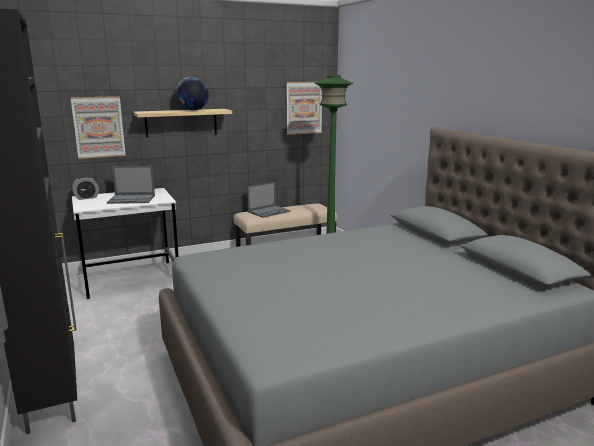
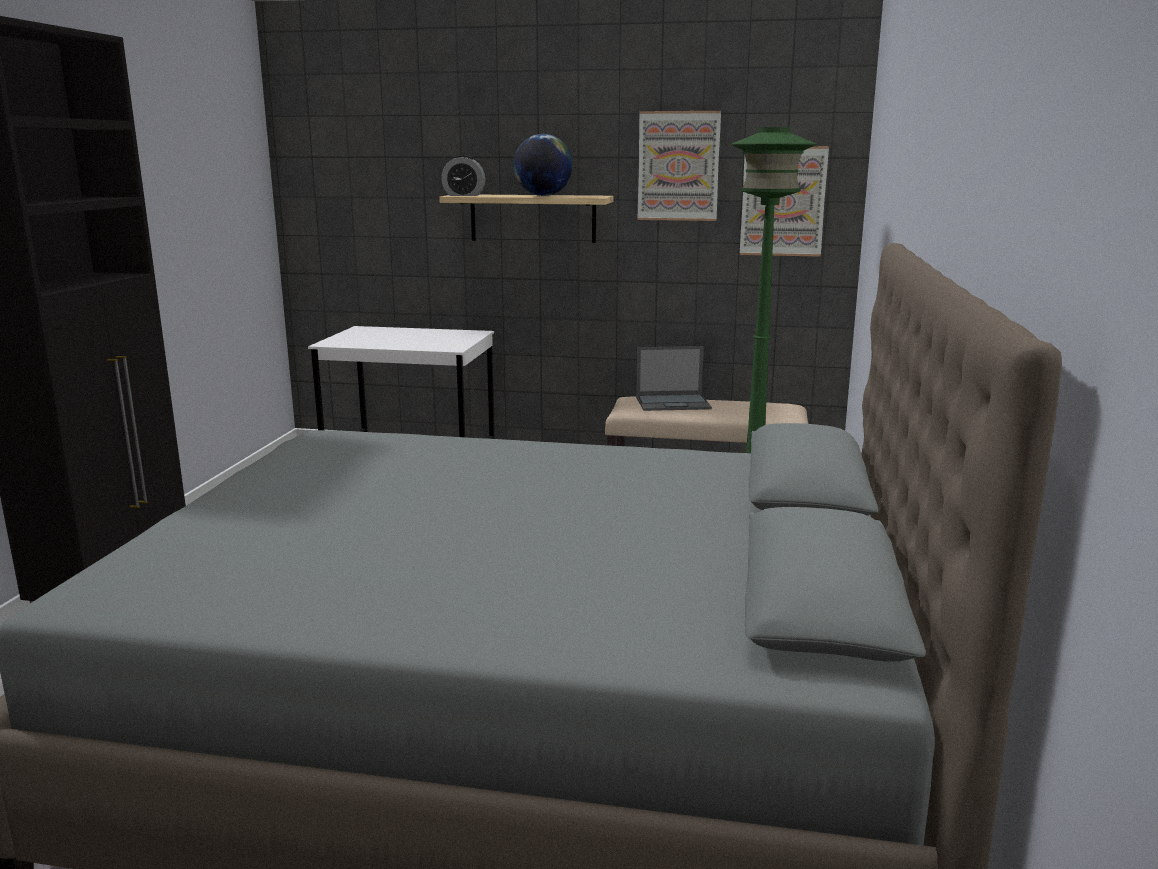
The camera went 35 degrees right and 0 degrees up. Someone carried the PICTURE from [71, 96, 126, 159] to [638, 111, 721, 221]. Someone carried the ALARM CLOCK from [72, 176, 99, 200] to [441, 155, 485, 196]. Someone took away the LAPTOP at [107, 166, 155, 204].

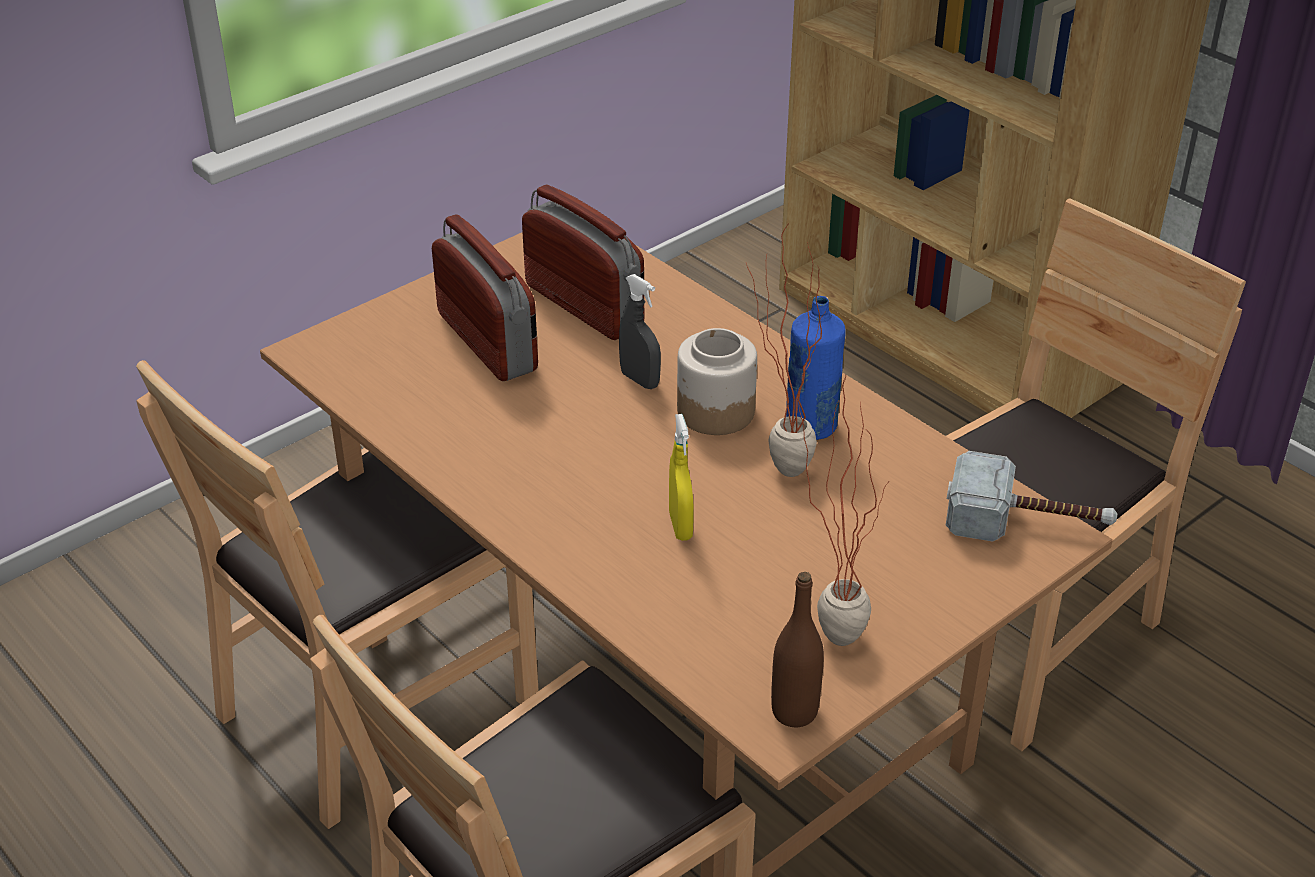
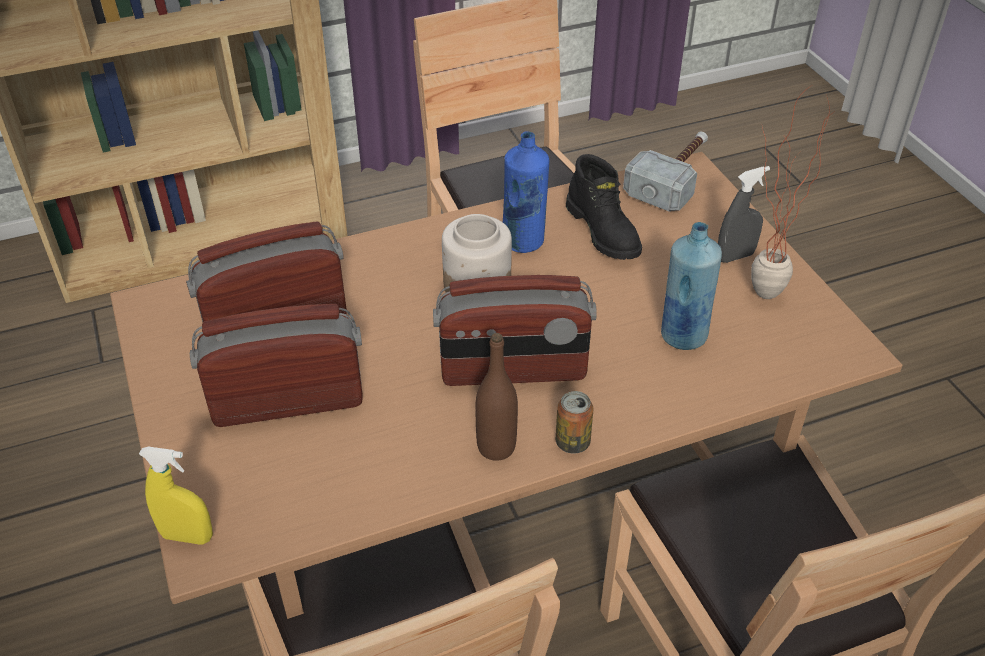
The camera went 70 degrees left and 5 degrees up. Someone carried the GREY SPRAY BOTTLE from [619, 274, 661, 389] to [718, 166, 770, 263]. Someone carried the YELLOW SPRAY BOTTLE from [669, 414, 694, 541] to [139, 447, 213, 545]. Someone took away the POTTED PLANT at [746, 223, 825, 477]. Someone carried the BROWN BOTTLE from [771, 572, 824, 727] to [475, 333, 518, 461]. Someone put down the RADIO at [433, 275, 597, 386]. Someone put down the CAN at [556, 391, 593, 454]. Someone put down the BLACK BOOT at [566, 154, 642, 260]. Someone put down the BLUE BOTTLE at [661, 222, 722, 350].

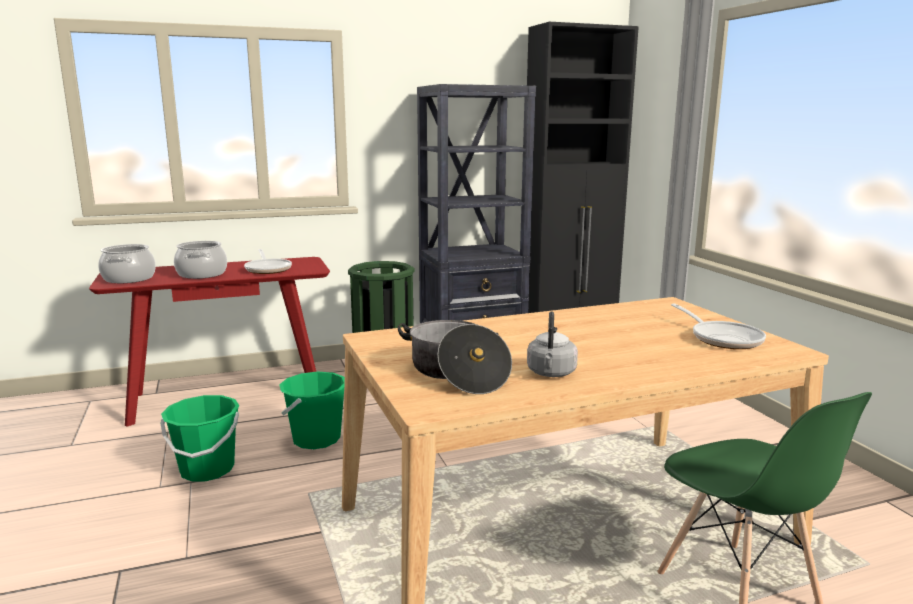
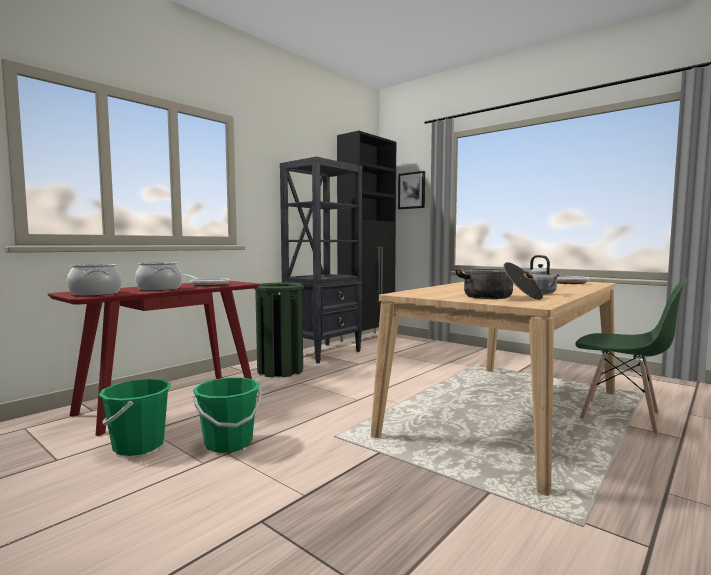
The camera went 30 degrees left and 10 degrees down. Someone carried the GREEN BUCKET from [279, 372, 345, 449] to [99, 379, 171, 456]. Someone put up the PICTURE at [398, 171, 425, 209].

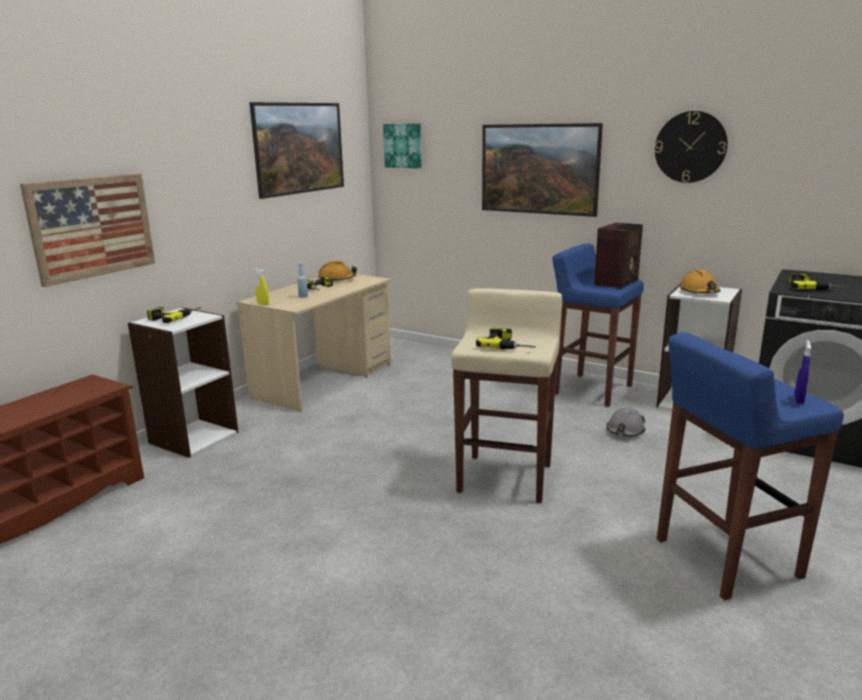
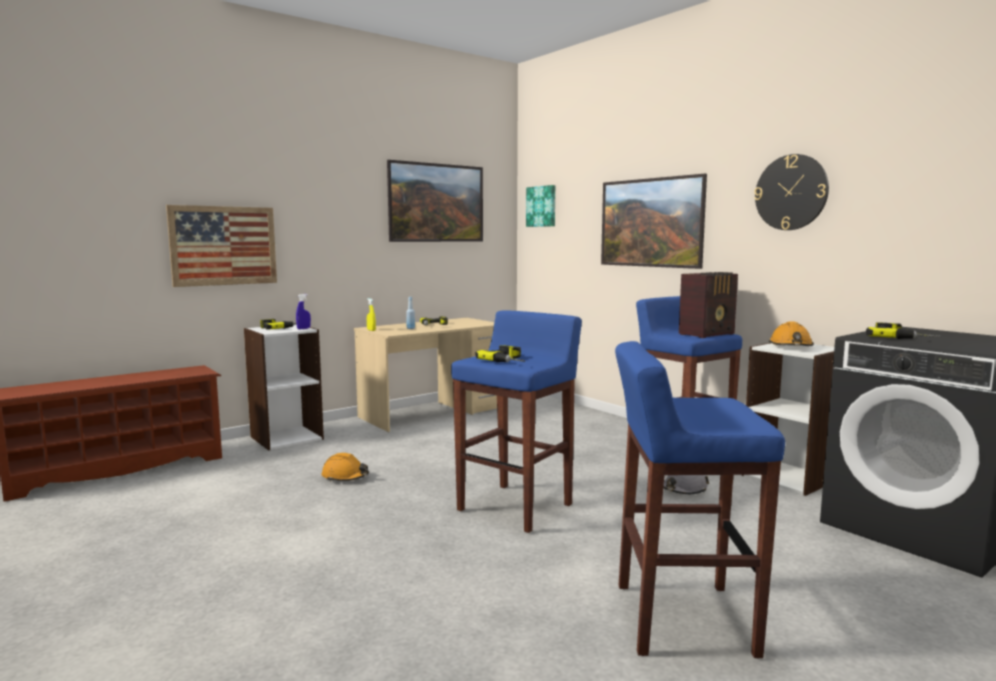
The camera went 20 degrees right and 10 degrees down. Someone carried the ORANGE HARD HAT from [318, 261, 357, 281] to [322, 453, 369, 482]. Someone repainted the BEIGE STOOL at [451, 288, 562, 503], which became the BLUE STOOL at [451, 310, 582, 533]. Someone carried the BLUE SPRAY BOTTLE from [794, 340, 811, 404] to [296, 294, 311, 330].

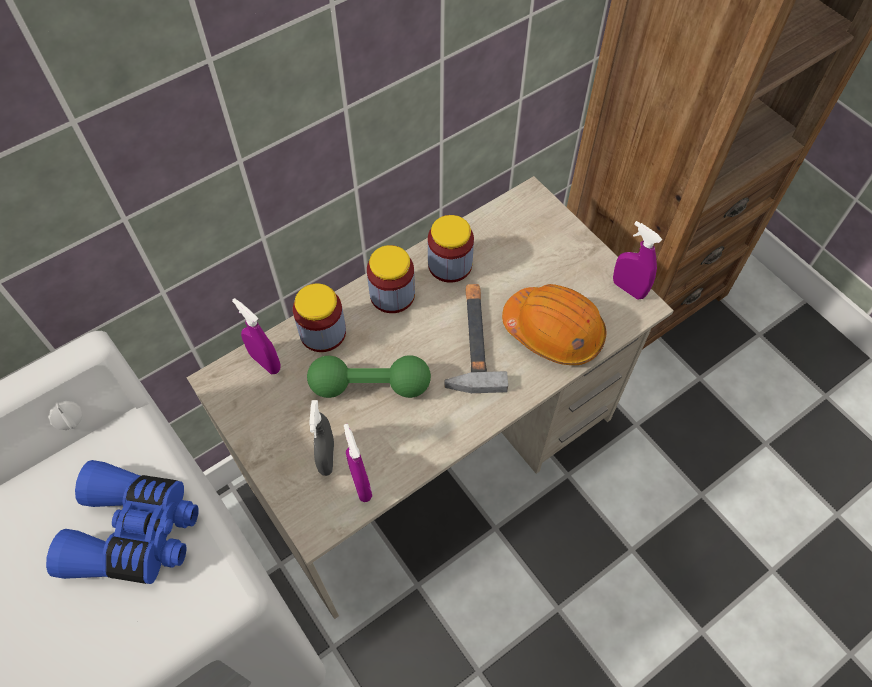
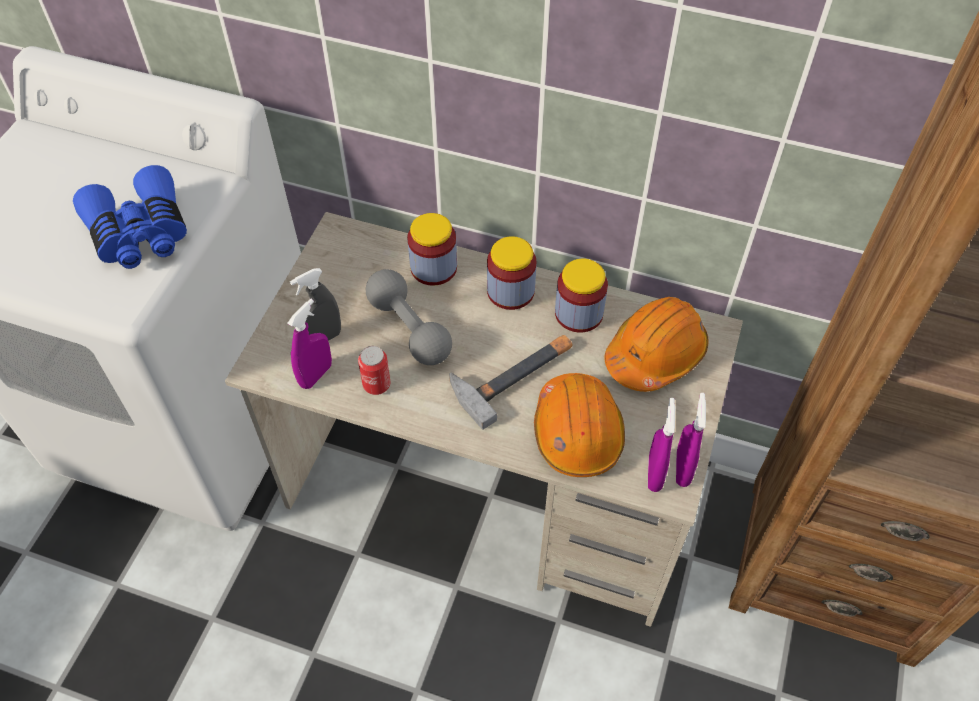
The camera went 55 degrees right and 5 degrees down. Someone carried the PURPLE SPRAY BOTTLE from [232, 298, 281, 374] to [648, 398, 675, 492]. Someone repainted the GREEN DUMBBELL at [307, 355, 431, 398], which became the GREY DUMBBELL at [366, 269, 452, 365]. Someone put down the CAN at [358, 346, 391, 395]. Someone put down the ORANGE HARD HAT at [605, 297, 709, 392].

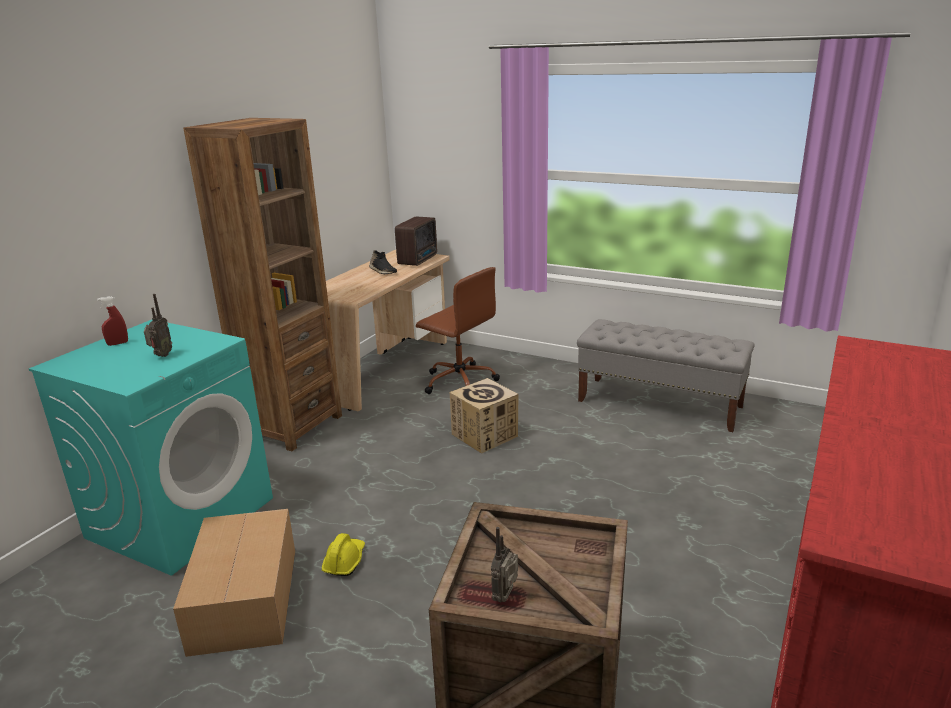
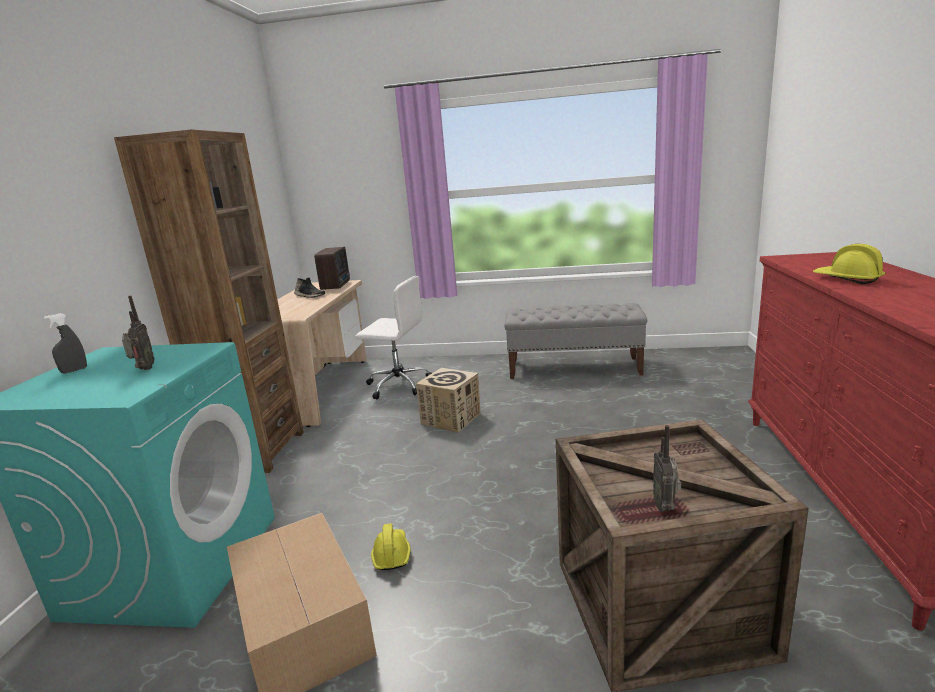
The camera went 20 degrees left and 5 degrees down. Someone repainted the RED SPRAY BOTTLE at [97, 296, 128, 346], which became the GREY SPRAY BOTTLE at [44, 313, 87, 374]. Someone repainted the BROWN OFFICE CHAIR at [416, 267, 500, 394], which became the WHITE OFFICE CHAIR at [355, 276, 432, 399]. Someone put down the YELLOW HARD HAT at [813, 244, 885, 284].

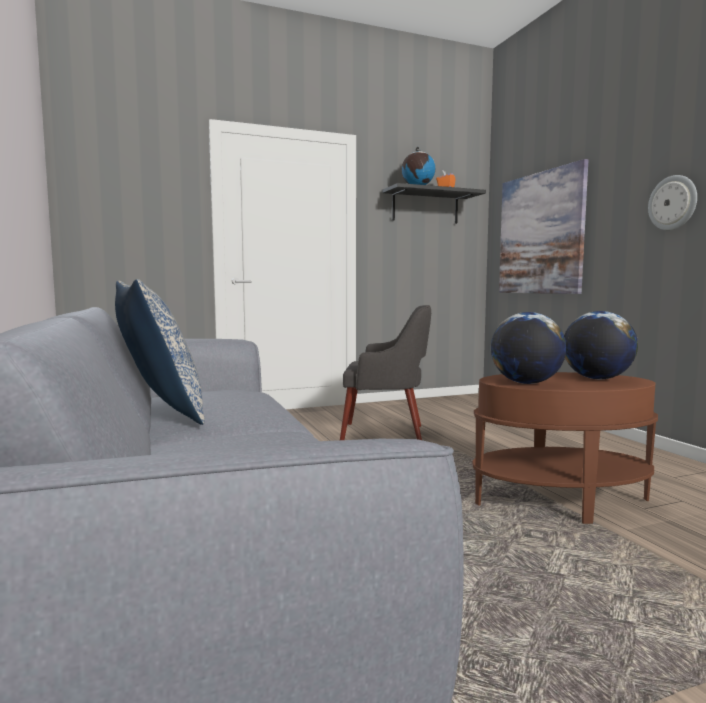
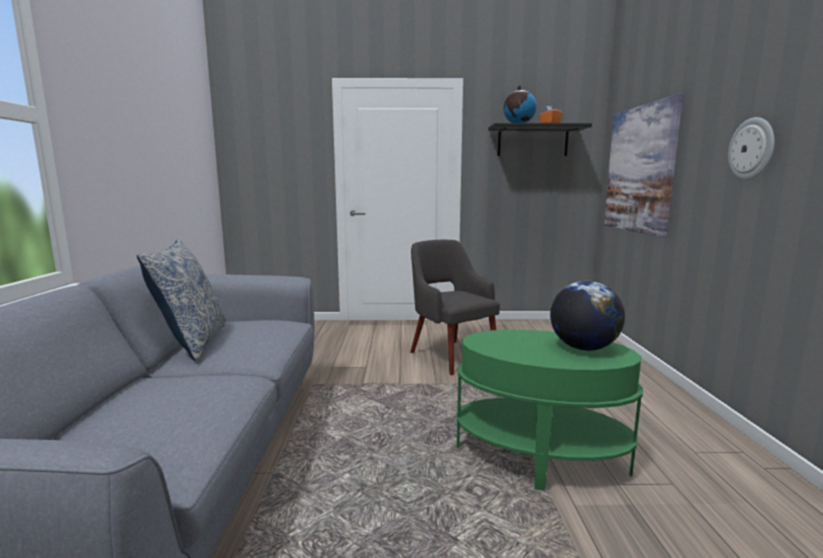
The camera went 20 degrees right and 5 degrees up. Someone rotated the GREY ARMCHAIR at [340, 305, 431, 440] by 150 degrees counterclockwise. Someone repainted the BROWN SIDE TABLE at [472, 372, 658, 524], which became the GREEN SIDE TABLE at [456, 330, 643, 491]. Someone took away the GLOBE at [491, 312, 566, 384].

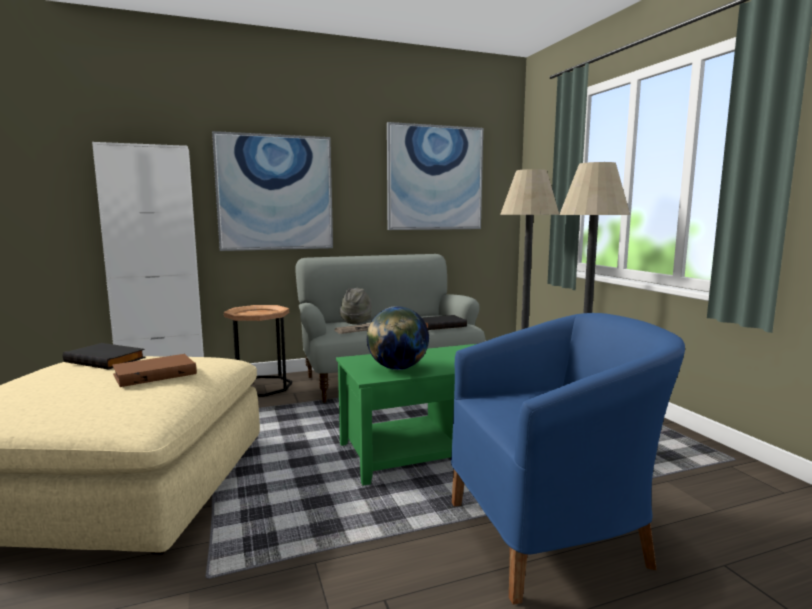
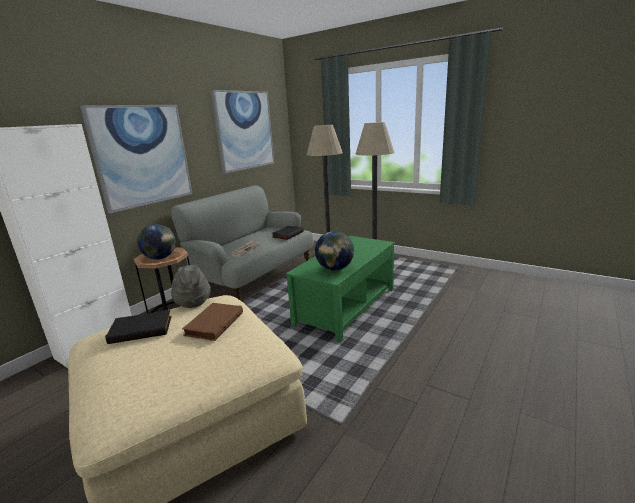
The camera went 35 degrees left and 10 degrees up. Someone carried the GREY HAT from [340, 287, 372, 324] to [171, 265, 211, 308]. Someone took away the BLUE ARMCHAIR at [451, 313, 685, 605]. Someone put down the GLOBE at [137, 224, 176, 260].

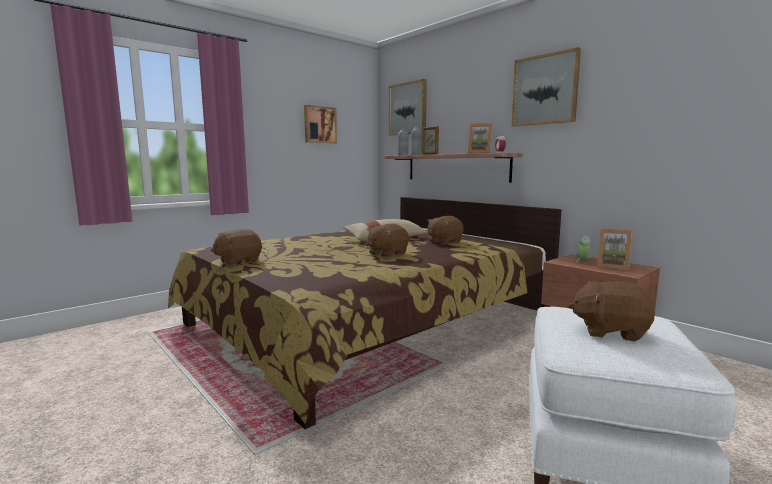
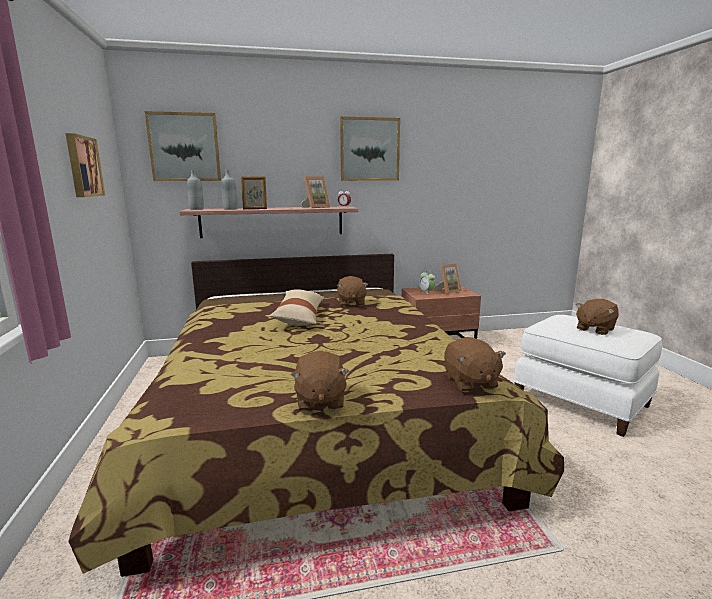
The camera went 60 degrees left and 5 degrees up. Someone carried the BROWN PLUSH TOY from [367, 224, 409, 258] to [444, 337, 506, 393].

